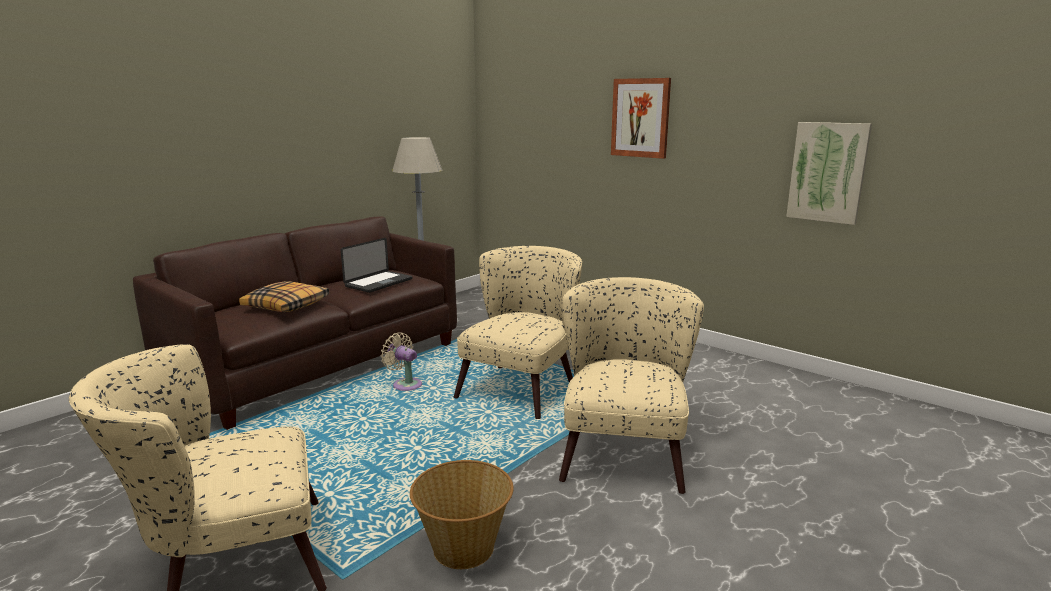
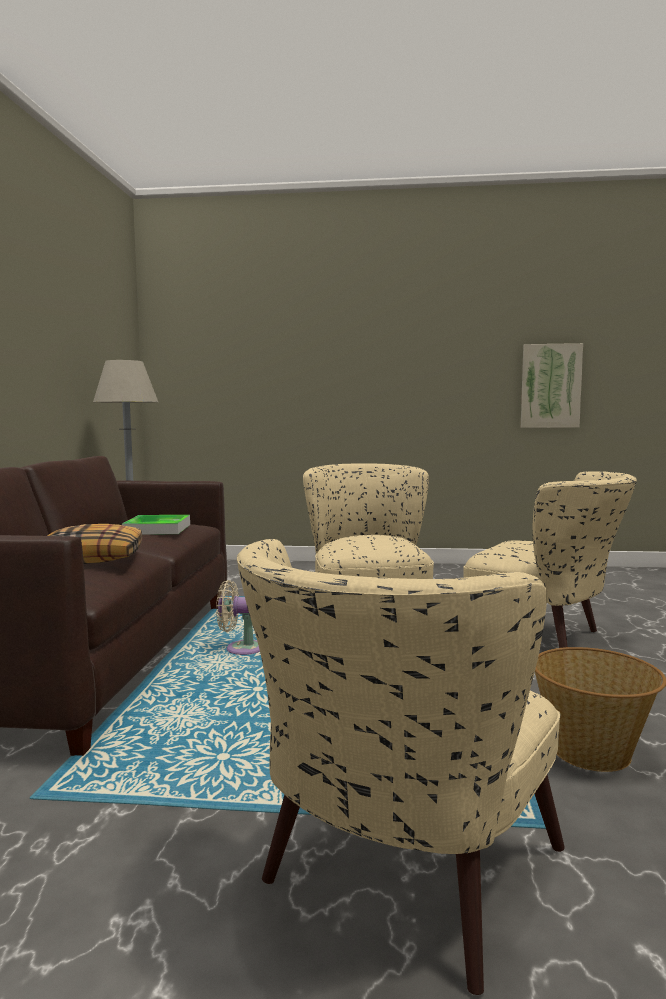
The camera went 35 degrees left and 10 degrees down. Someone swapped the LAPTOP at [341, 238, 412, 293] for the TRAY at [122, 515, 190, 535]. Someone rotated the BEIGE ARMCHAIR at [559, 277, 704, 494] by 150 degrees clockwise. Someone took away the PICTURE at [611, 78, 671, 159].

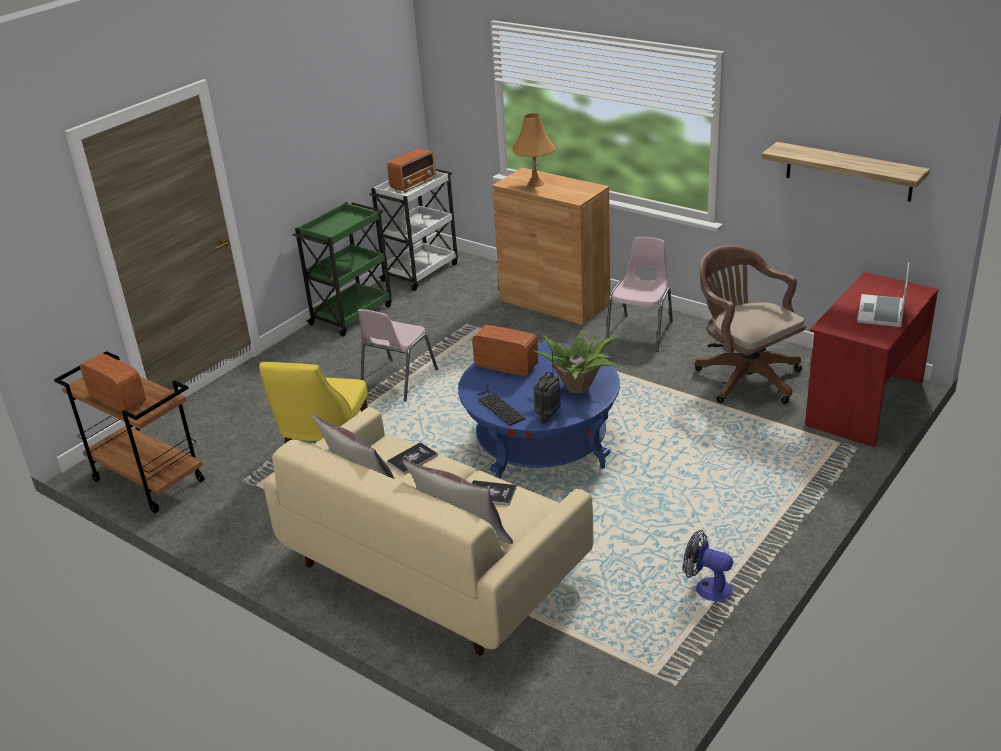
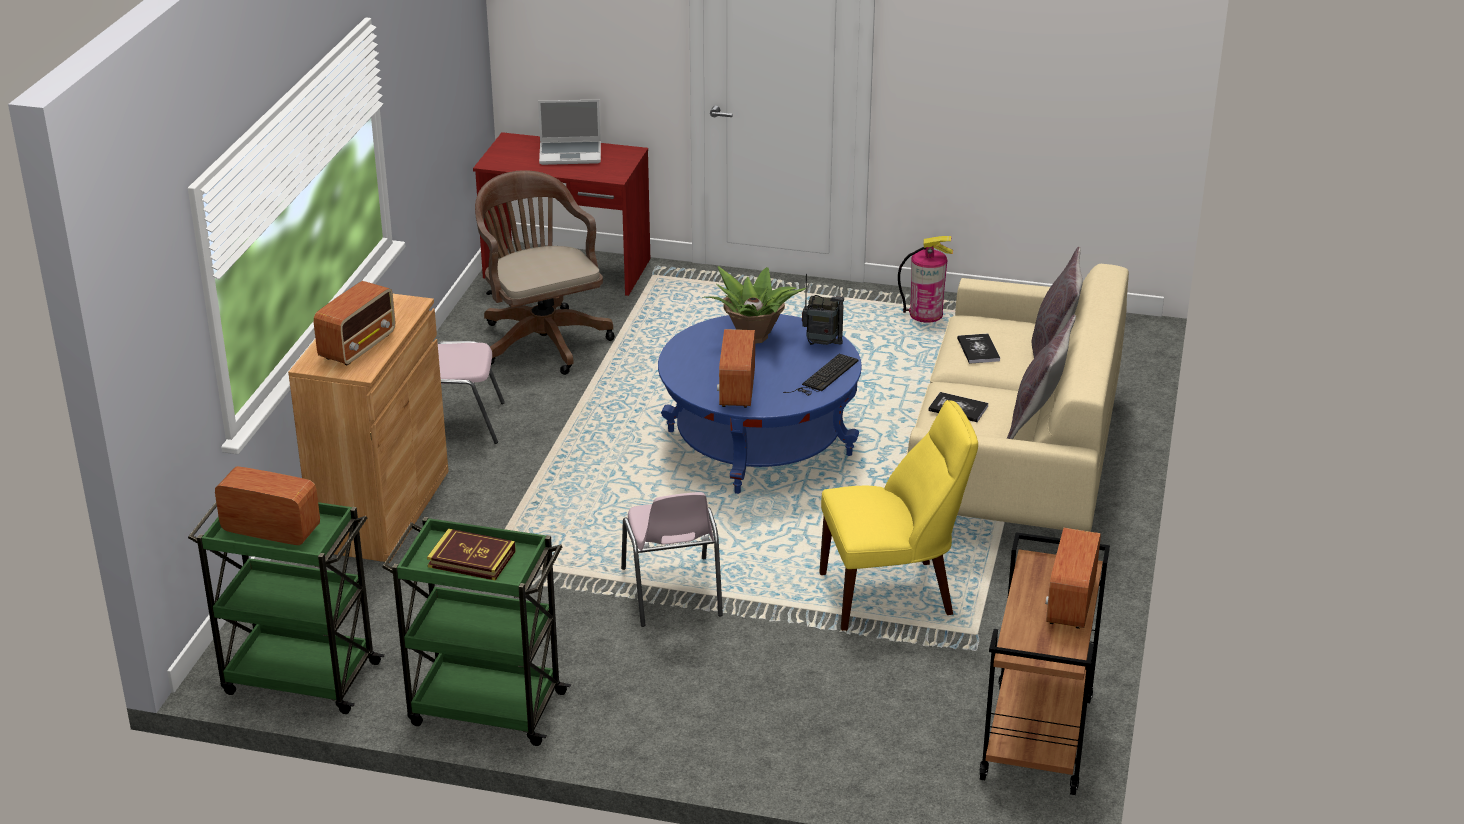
The camera went 115 degrees left and 0 degrees up. Someone rotated the PINK CHAIR at [357, 309, 438, 402] by 75 degrees clockwise. Someone repainted the WHITE CART at [369, 169, 458, 291], which became the GREEN CART at [188, 502, 385, 714]. Someone swapped the ORANGE TABLE LAMP at [512, 113, 556, 187] for the RADIO at [314, 281, 395, 366]. Someone swapped the FAN at [683, 530, 733, 602] for the FIRE EXTINGUISHER at [898, 236, 953, 323]. Someone rotated the BROWN OFFICE CHAIR at [695, 245, 806, 404] by 120 degrees clockwise. Someone took away the SHELF at [761, 142, 930, 202]. Someone put down the BOOK at [427, 529, 516, 581].

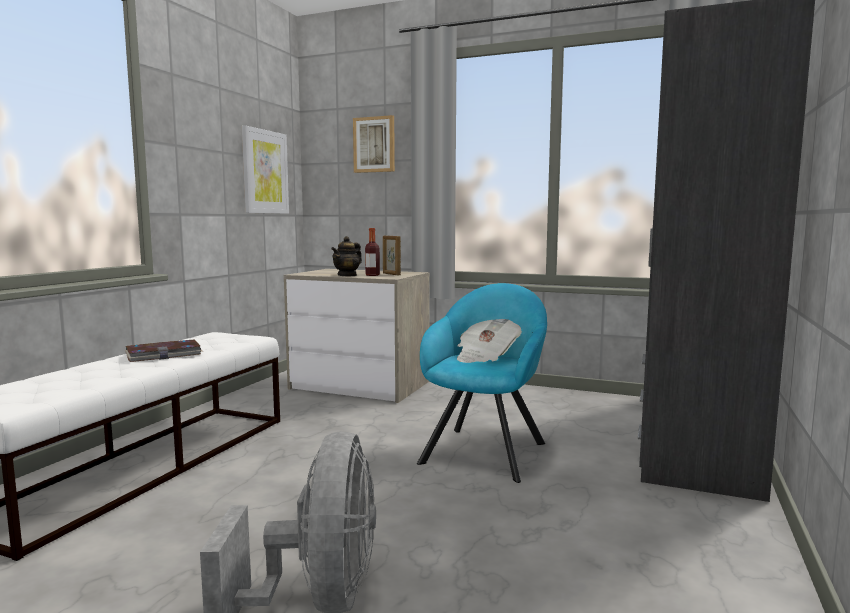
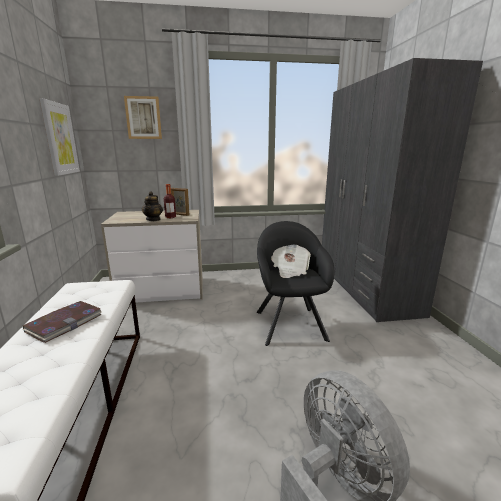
The camera went 30 degrees left and 10 degrees up. Someone repainted the TURQUOISE ARMCHAIR at [417, 283, 547, 483], which became the BLACK ARMCHAIR at [257, 221, 334, 346].

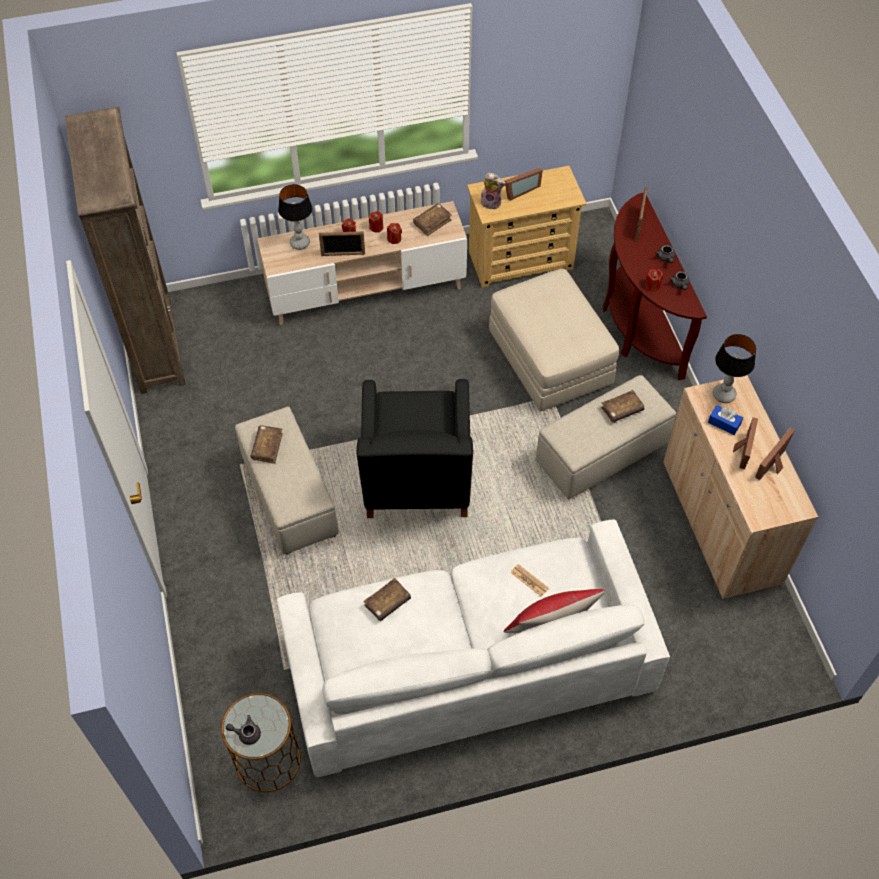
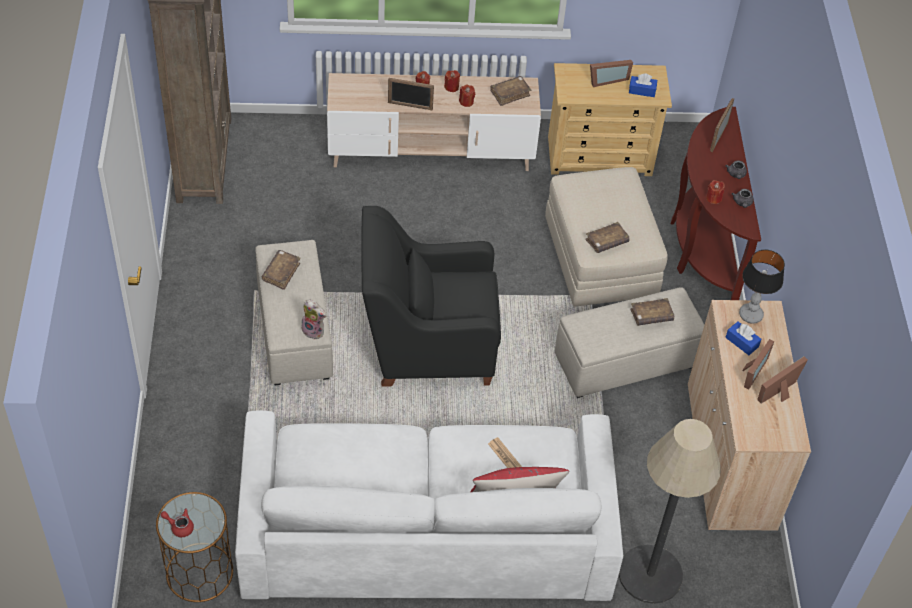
The camera went 10 degrees right and 5 degrees down. Someone repainted the GREY TEAPOT at [226, 715, 261, 745], which became the RED TEAPOT at [161, 508, 194, 537]. Someone took away the TABLE LAMP at [278, 184, 312, 250]. Someone rotated the BLACK ARMCHAIR at [357, 379, 473, 518] by 75 degrees clockwise. Someone carried the BROWN BOOK from [363, 578, 411, 621] to [585, 222, 630, 253]. Someone carried the PLUSH TOY from [480, 173, 506, 210] to [301, 300, 326, 340]. Someone put down the FLOOR LAMP at [619, 419, 721, 604]. Someone put down the BLUE TISSUE BOX at [629, 73, 657, 97].

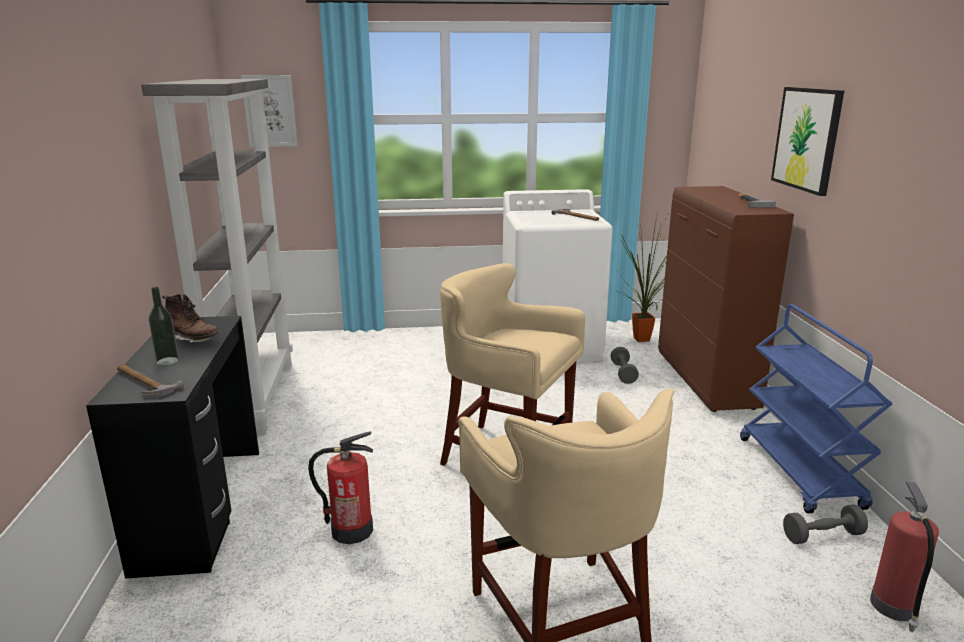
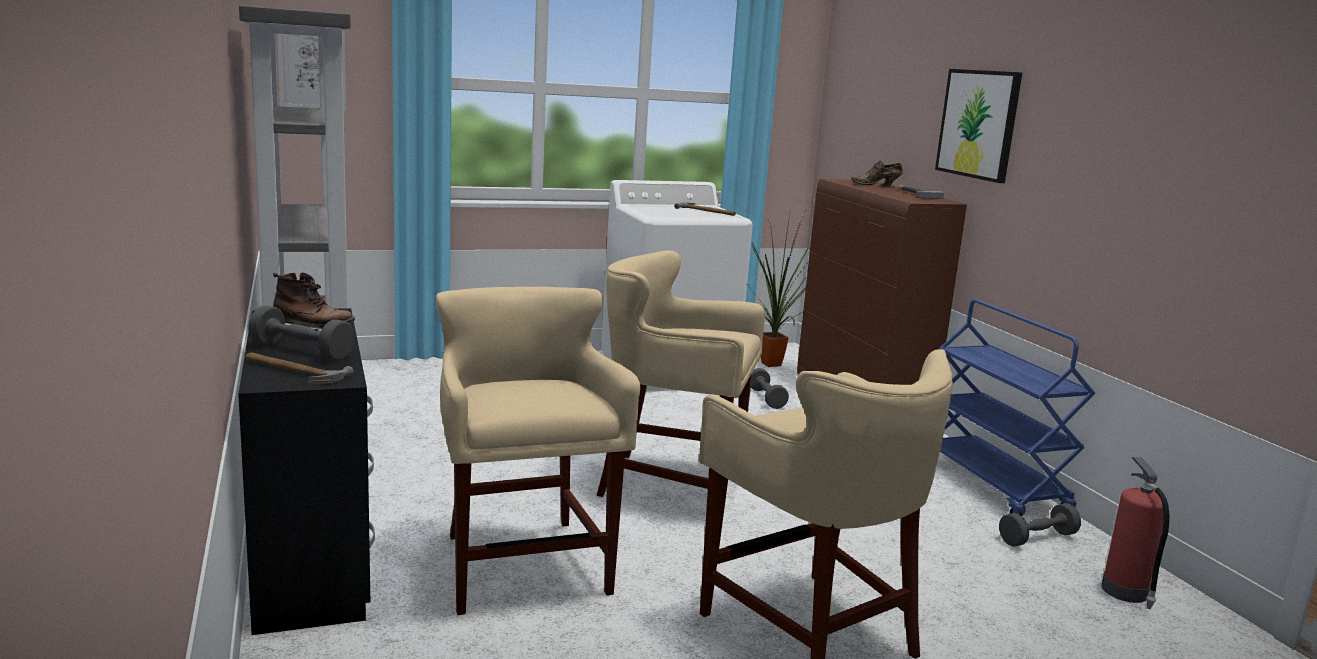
The camera went 15 degrees left and 5 degrees down. Someone swapped the BOTTLE at [149, 287, 179, 366] for the GREY DUMBBELL at [248, 306, 354, 361]. Someone swapped the FIRE EXTINGUISHER at [308, 432, 373, 544] for the BEIGE STOOL at [436, 287, 641, 615]. Someone put down the BROWN SHOE at [851, 161, 903, 186].

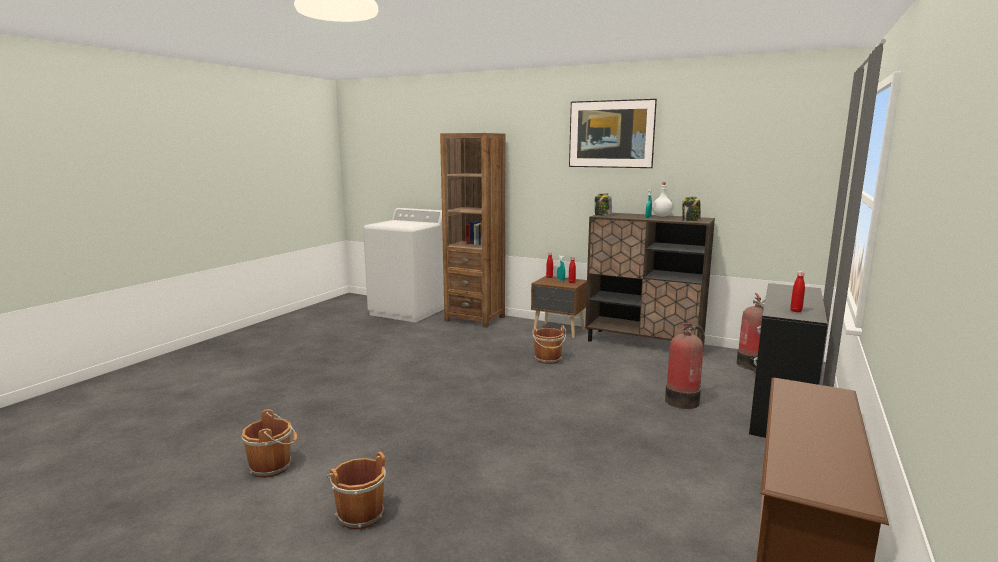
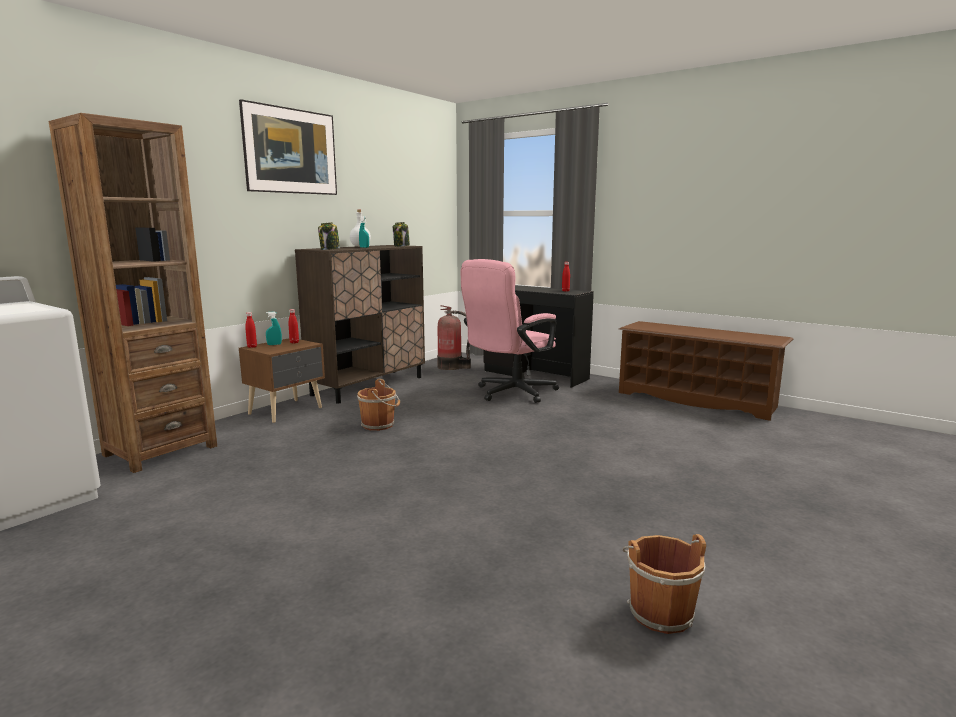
The camera went 80 degrees left and 0 degrees up. Someone took away the BROWN BUCKET at [326, 452, 386, 530]. Someone swapped the FIRE EXTINGUISHER at [665, 323, 705, 409] for the PINK OFFICE CHAIR at [461, 259, 559, 403].

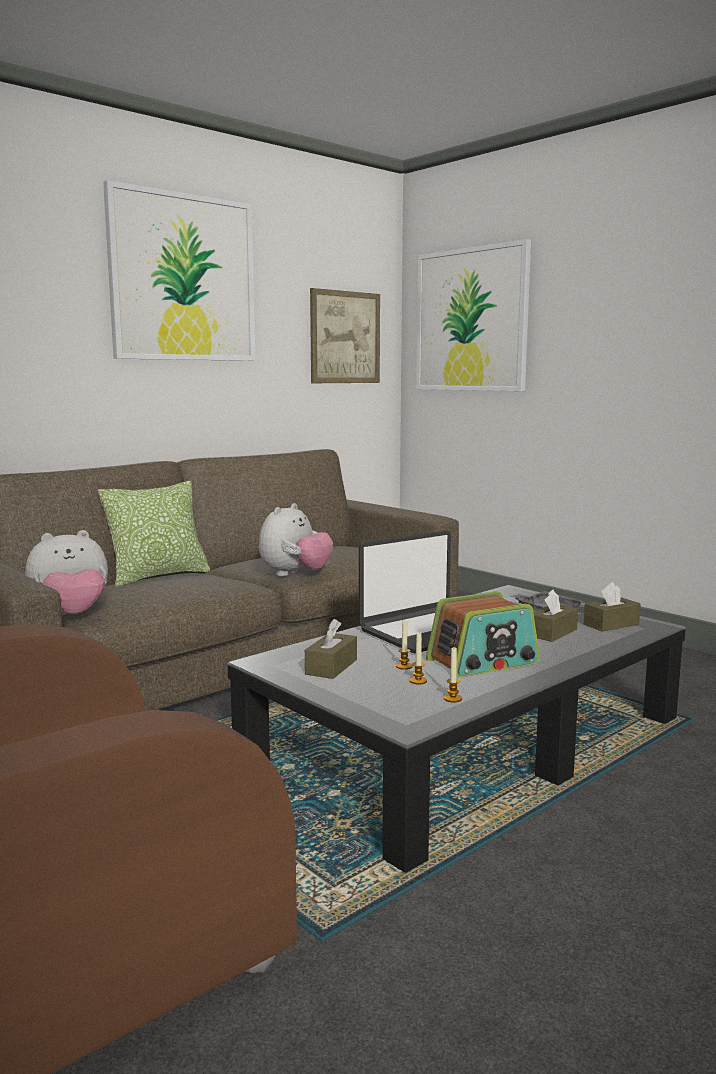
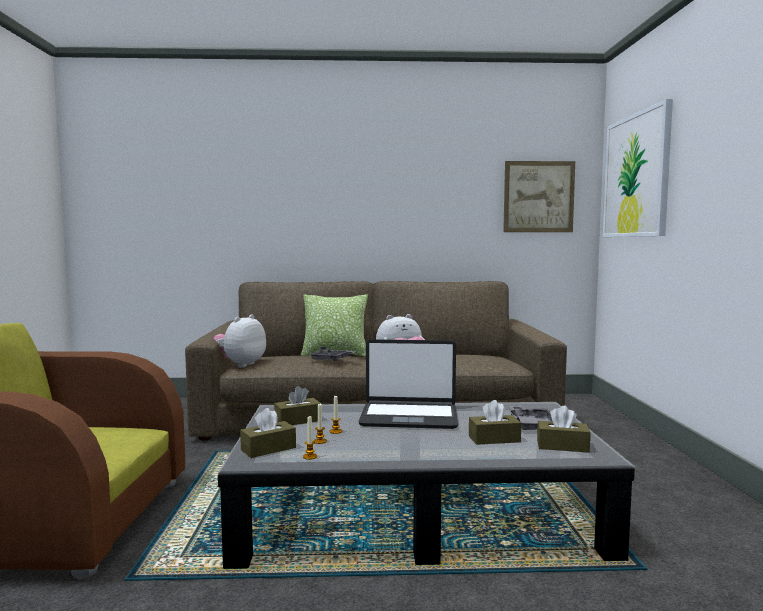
The camera went 40 degrees right and 5 degrees down. Someone rotated the PLUSH TOY at [25, 530, 108, 615] by 105 degrees clockwise. Someone took away the PICTURE at [103, 180, 256, 361]. Someone took away the RADIO at [426, 591, 540, 678]. Someone put down the BROWN TISSUE BOX at [240, 408, 296, 458]. Someone put down the GREY TRAY at [309, 346, 356, 361].

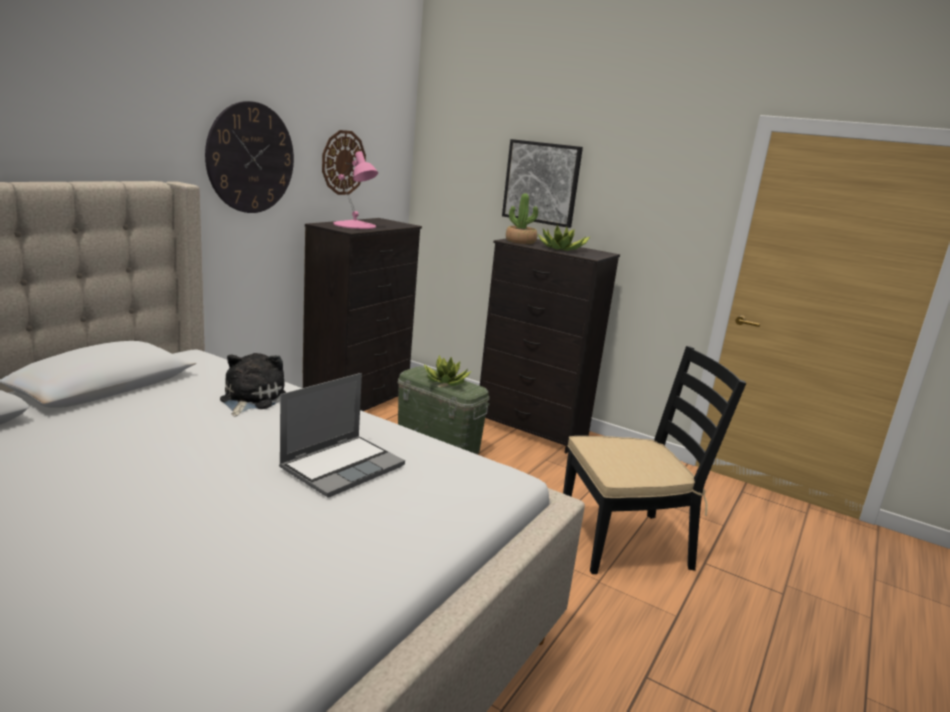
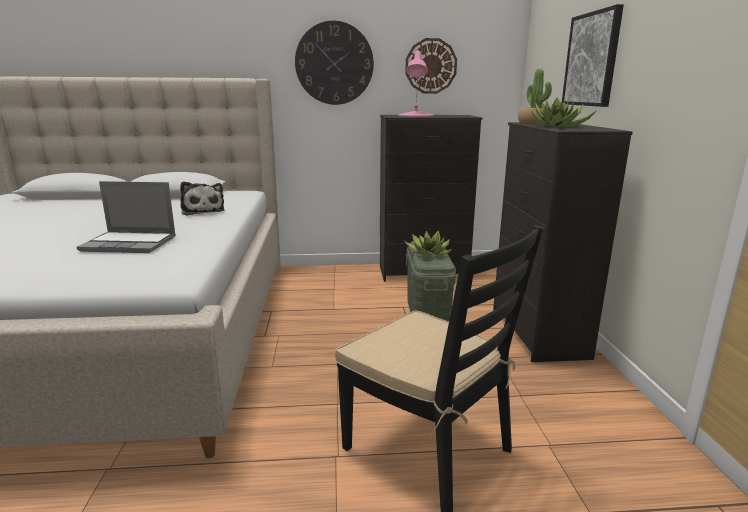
The camera went 55 degrees right and 0 degrees up. Someone rotated the PLUSH TOY at [220, 353, 286, 417] by 90 degrees clockwise.

